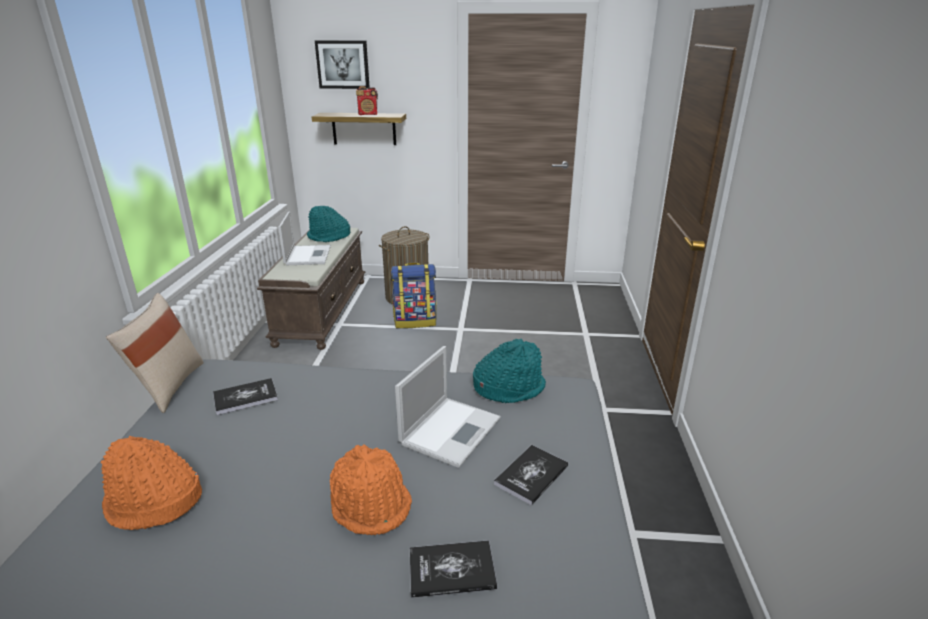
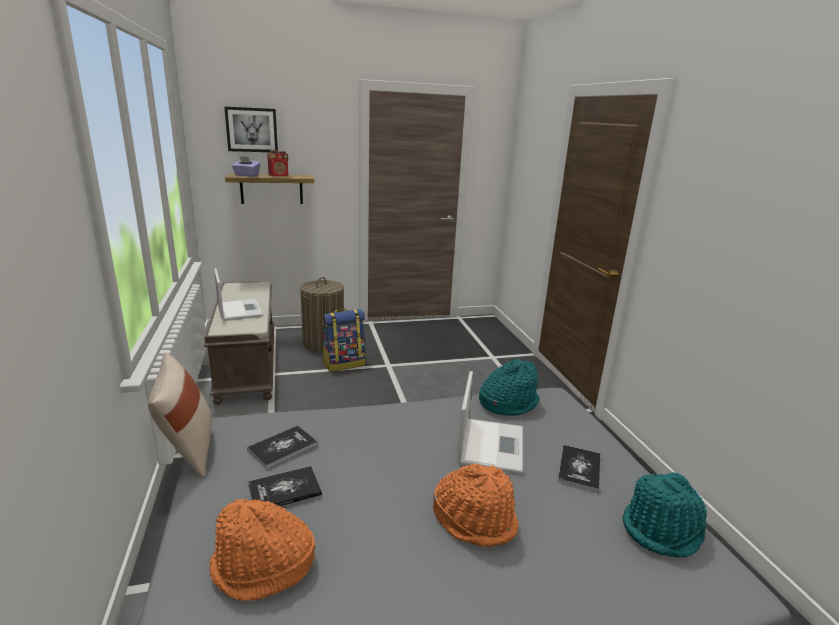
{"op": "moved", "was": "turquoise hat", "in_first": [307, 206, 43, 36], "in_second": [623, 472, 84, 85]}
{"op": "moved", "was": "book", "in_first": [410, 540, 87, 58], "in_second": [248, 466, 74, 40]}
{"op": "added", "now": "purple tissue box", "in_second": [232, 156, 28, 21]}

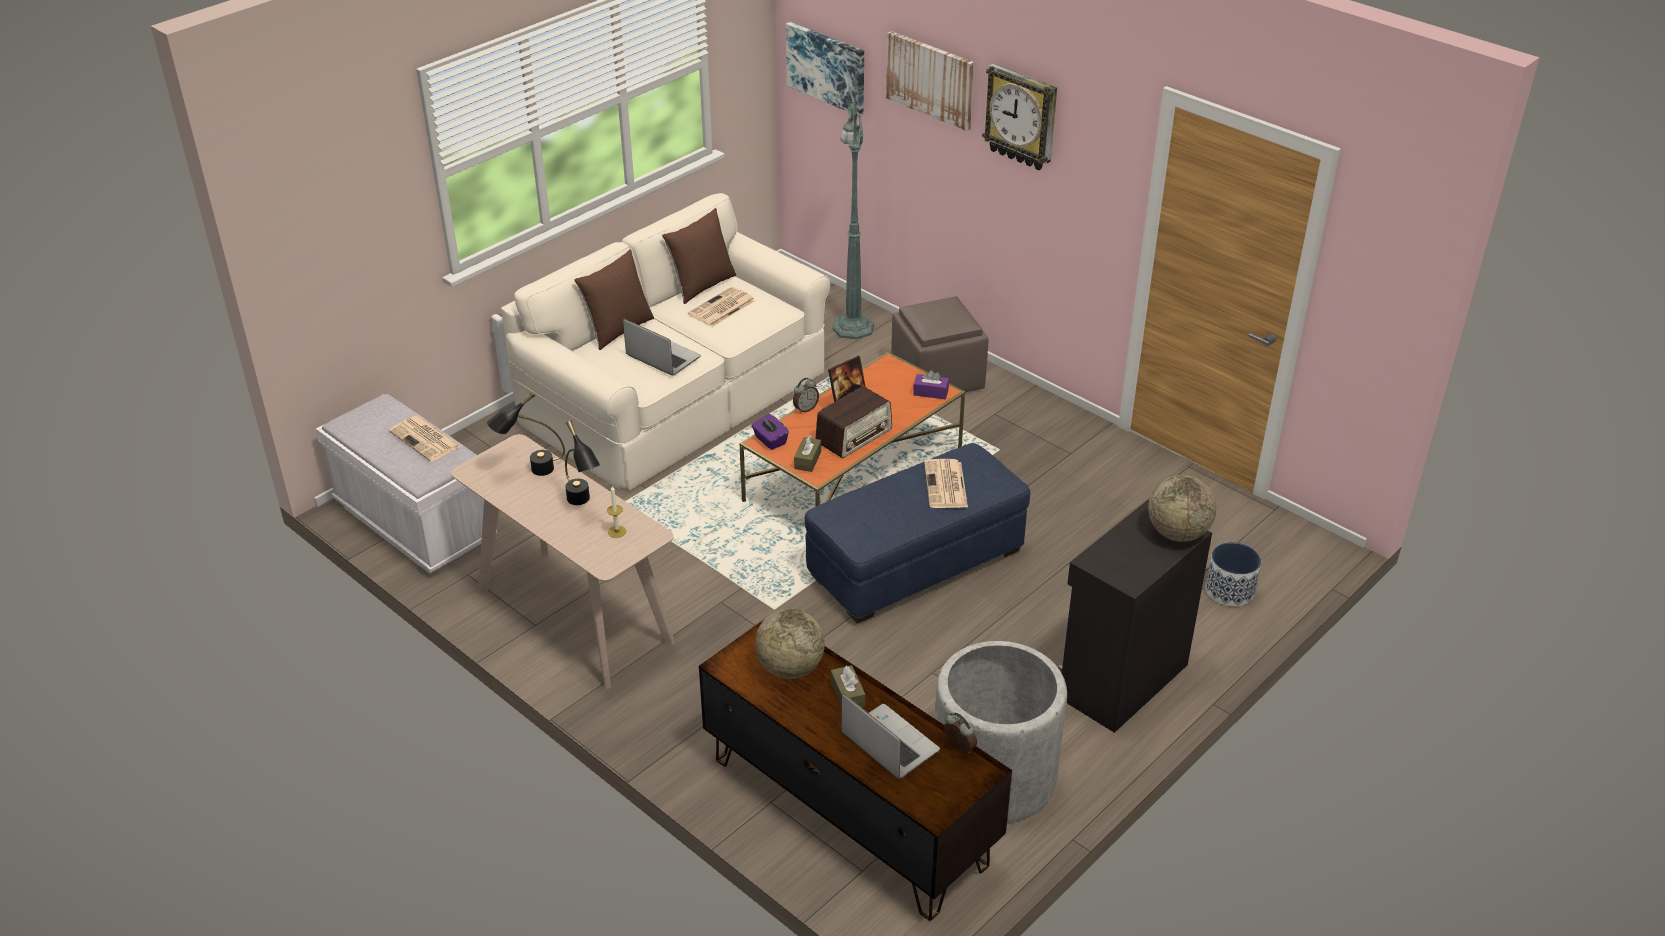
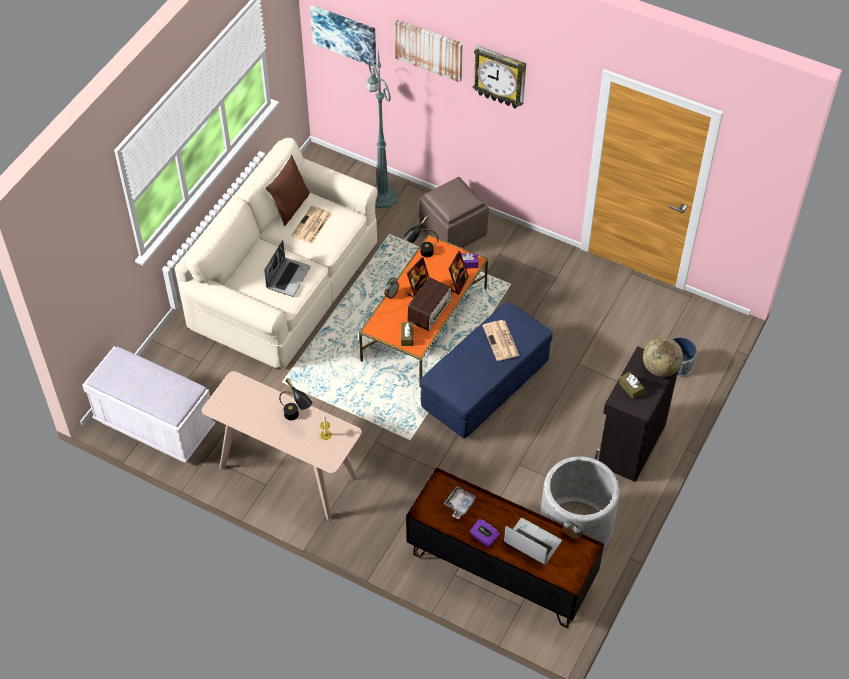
{"op": "removed", "was": "newspaper", "in_first": [389, 416, 72, 46]}
{"op": "moved", "was": "black table lamp", "in_first": [487, 391, 78, 85], "in_second": [403, 216, 36, 41]}
{"op": "removed", "was": "brown pillow", "in_first": [574, 249, 80, 101]}
{"op": "turned", "was": "laptop", "in_first": [623, 319, 78, 57], "in_second": [264, 240, 47, 56], "clockwise": 90}
{"op": "moved", "was": "purple tissue box", "in_first": [751, 414, 38, 36], "in_second": [470, 519, 30, 28]}
{"op": "replaced", "was": "globe", "now": "grey tray", "in_first": [755, 609, 70, 70], "in_second": [444, 486, 33, 33]}
{"op": "moved", "was": "brown tissue box", "in_first": [831, 665, 35, 43], "in_second": [619, 372, 25, 28]}
{"op": "added", "now": "picture frame", "in_second": [448, 251, 21, 44]}

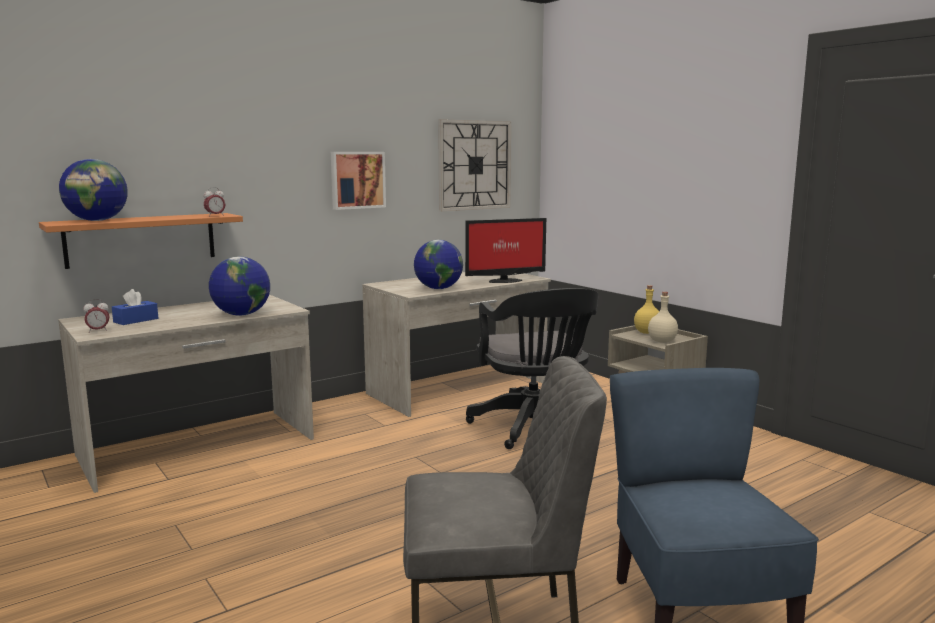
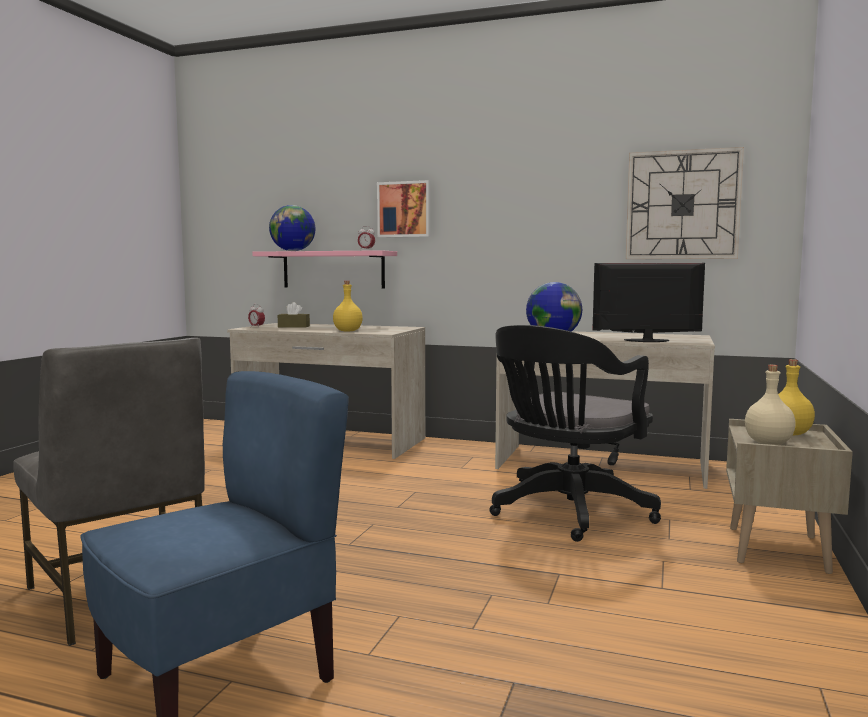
{"op": "recoloured", "was": "orange shelf", "now": "pink shelf", "in_first": [39, 213, 204, 56], "in_second": [252, 250, 145, 38]}
{"op": "recoloured", "was": "blue tissue box", "now": "brown tissue box", "in_first": [112, 289, 46, 36], "in_second": [278, 302, 32, 26]}
{"op": "replaced", "was": "globe", "now": "yellow bottle", "in_first": [209, 257, 61, 59], "in_second": [333, 281, 30, 51]}
{"op": "moved", "was": "picture", "in_first": [331, 152, 55, 58], "in_second": [377, 180, 54, 58]}
{"op": "turned", "was": "monitor", "in_first": [465, 218, 81, 65], "in_second": [592, 263, 113, 79], "clockwise": 150}

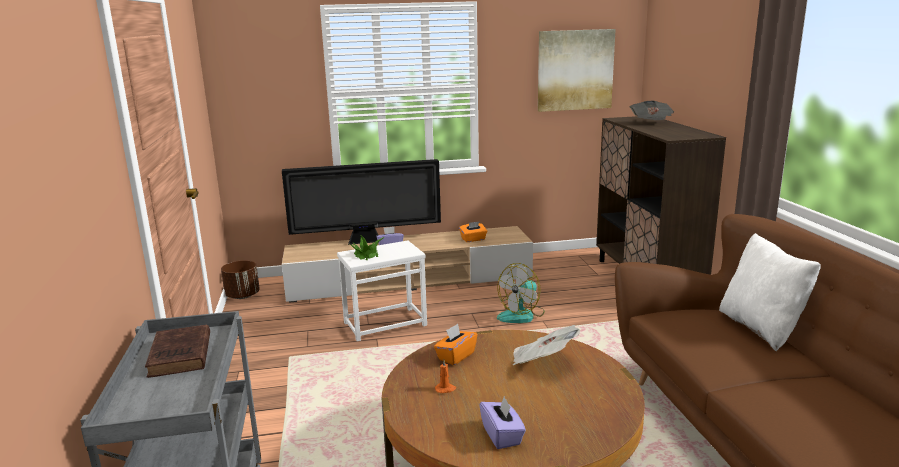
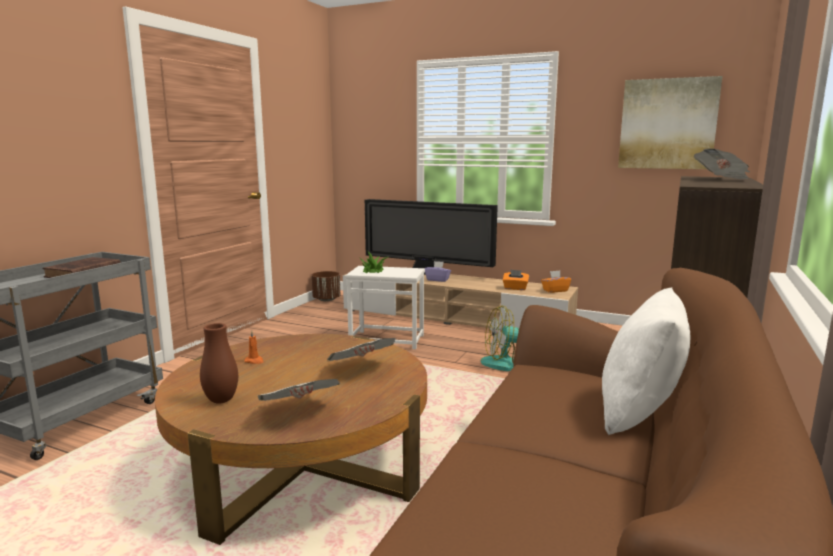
{"op": "moved", "was": "orange tissue box", "in_first": [434, 324, 43, 41], "in_second": [541, 271, 30, 22]}
{"op": "replaced", "was": "purple tissue box", "now": "brown vase", "in_first": [479, 396, 47, 53], "in_second": [200, 323, 38, 81]}
{"op": "added", "now": "newspaper", "in_second": [257, 379, 83, 22]}

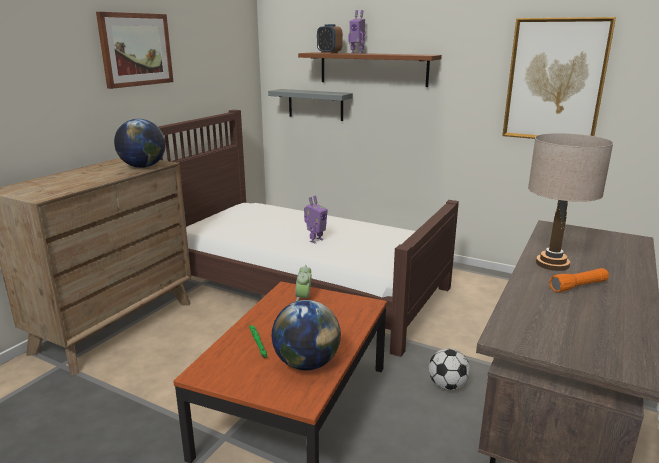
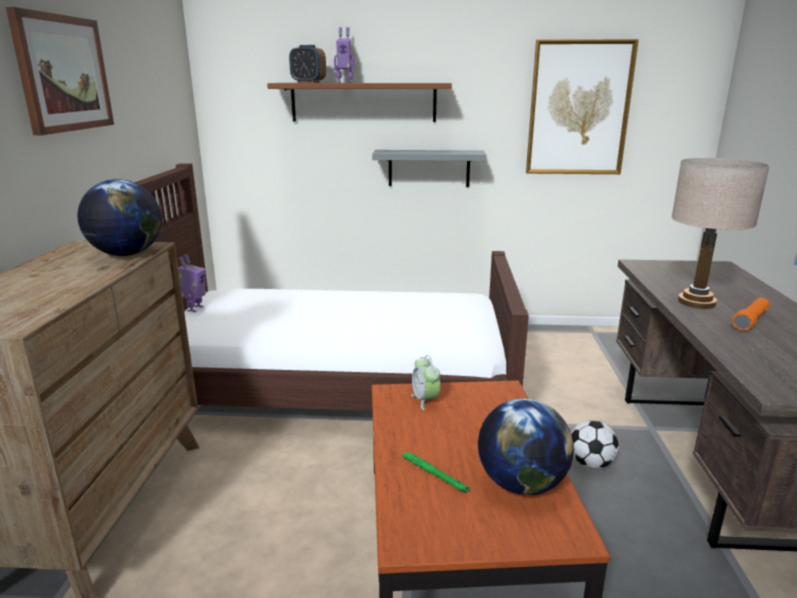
{"op": "moved", "was": "grey shelf", "in_first": [268, 89, 85, 32], "in_second": [372, 150, 115, 37]}
{"op": "moved", "was": "toy robot", "in_first": [304, 195, 24, 49], "in_second": [178, 254, 28, 58]}

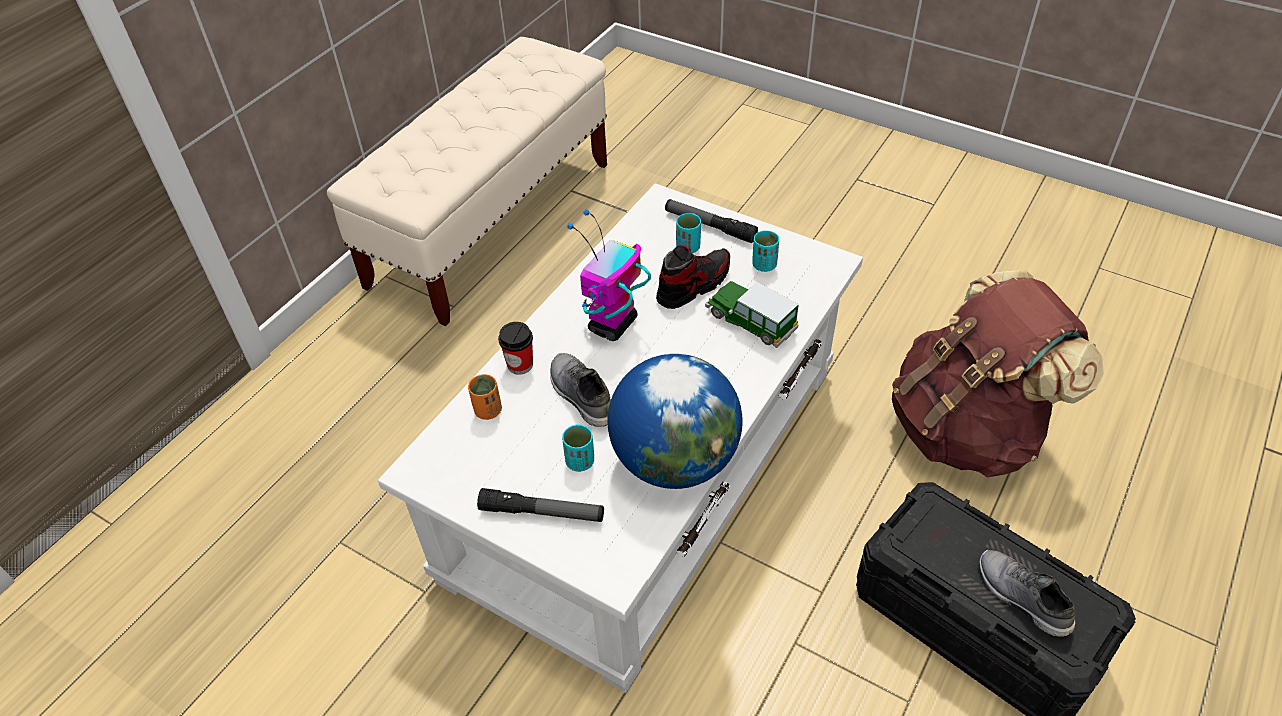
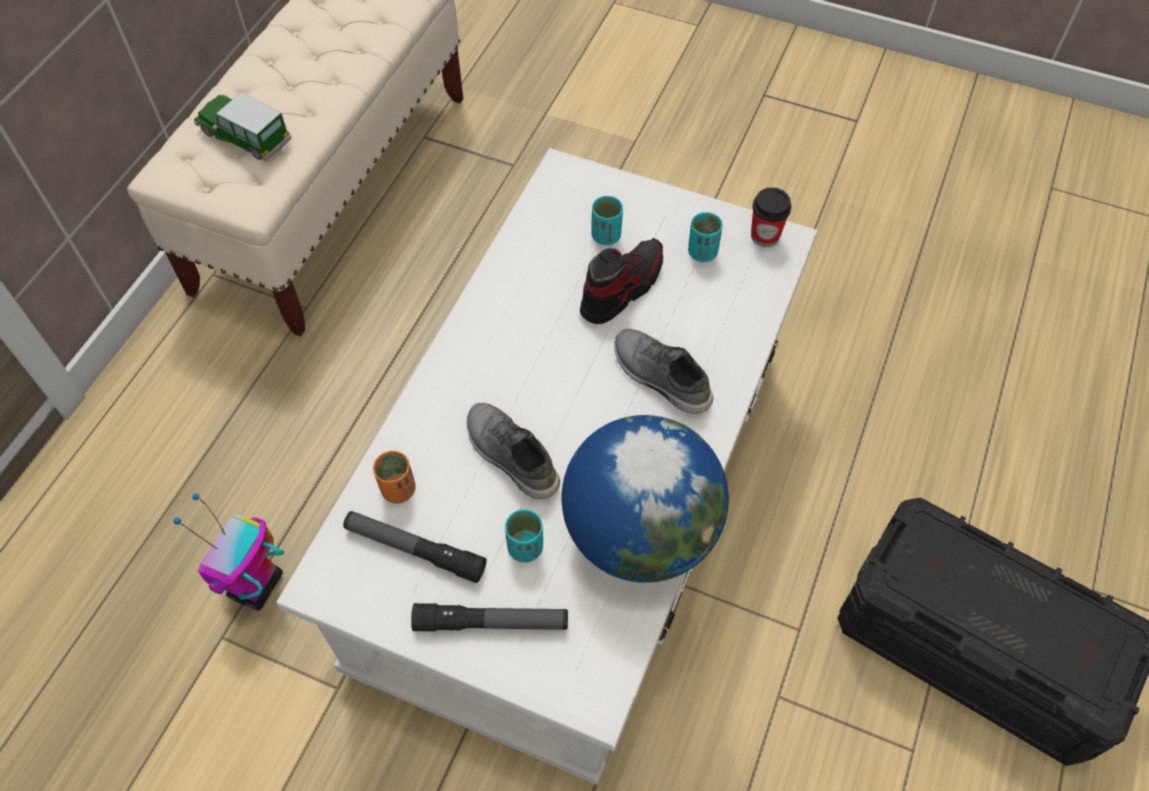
{"op": "moved", "was": "cup", "in_first": [498, 322, 35, 53], "in_second": [751, 187, 41, 60]}
{"op": "moved", "was": "toy robot", "in_first": [567, 209, 84, 132], "in_second": [174, 494, 110, 117]}
{"op": "moved", "was": "flashlight", "in_first": [665, 199, 93, 44], "in_second": [343, 511, 144, 72]}
{"op": "moved", "was": "toy car", "in_first": [705, 281, 94, 67], "in_second": [194, 93, 98, 69]}
{"op": "removed", "was": "brown backpack", "in_first": [892, 271, 212, 207]}
{"op": "moved", "was": "grey shoe", "in_first": [979, 550, 97, 87], "in_second": [614, 329, 99, 85]}

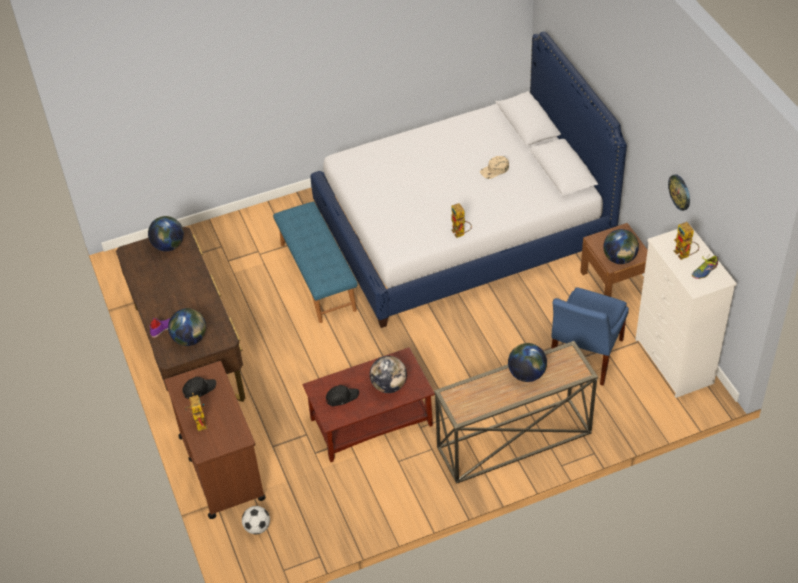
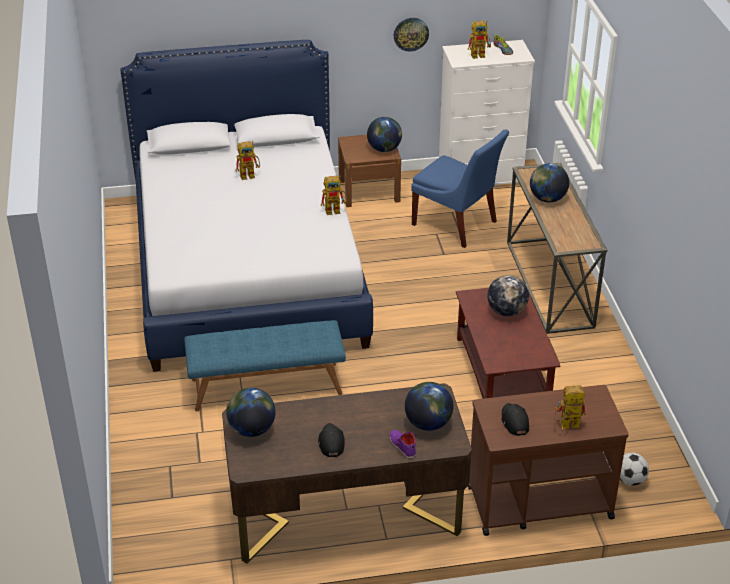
{"op": "moved", "was": "black cap", "in_first": [326, 385, 33, 21], "in_second": [318, 423, 27, 34]}
{"op": "replaced", "was": "beige cap", "now": "toy robot", "in_first": [480, 156, 29, 23], "in_second": [236, 141, 24, 39]}

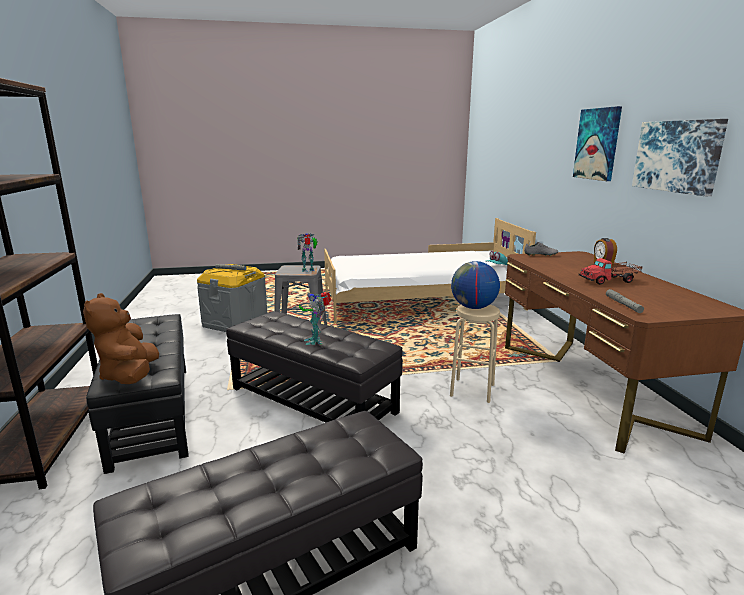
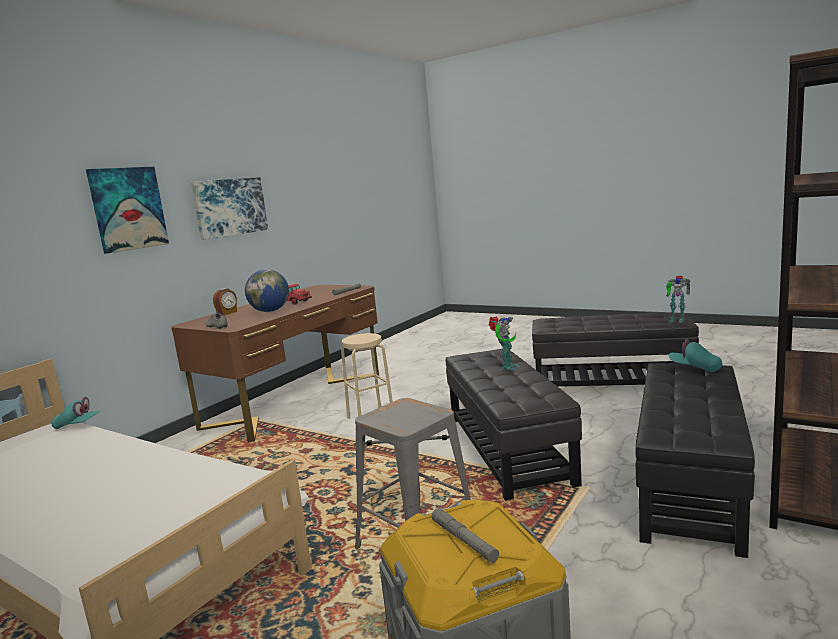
{"op": "replaced", "was": "brown plush toy", "now": "turquoise cap", "in_first": [83, 293, 76, 91], "in_second": [669, 339, 53, 33]}
{"op": "moved", "was": "toy robot", "in_first": [297, 233, 21, 39], "in_second": [666, 275, 25, 48]}
{"op": "moved", "was": "globe", "in_first": [451, 261, 49, 48], "in_second": [245, 269, 44, 43]}

